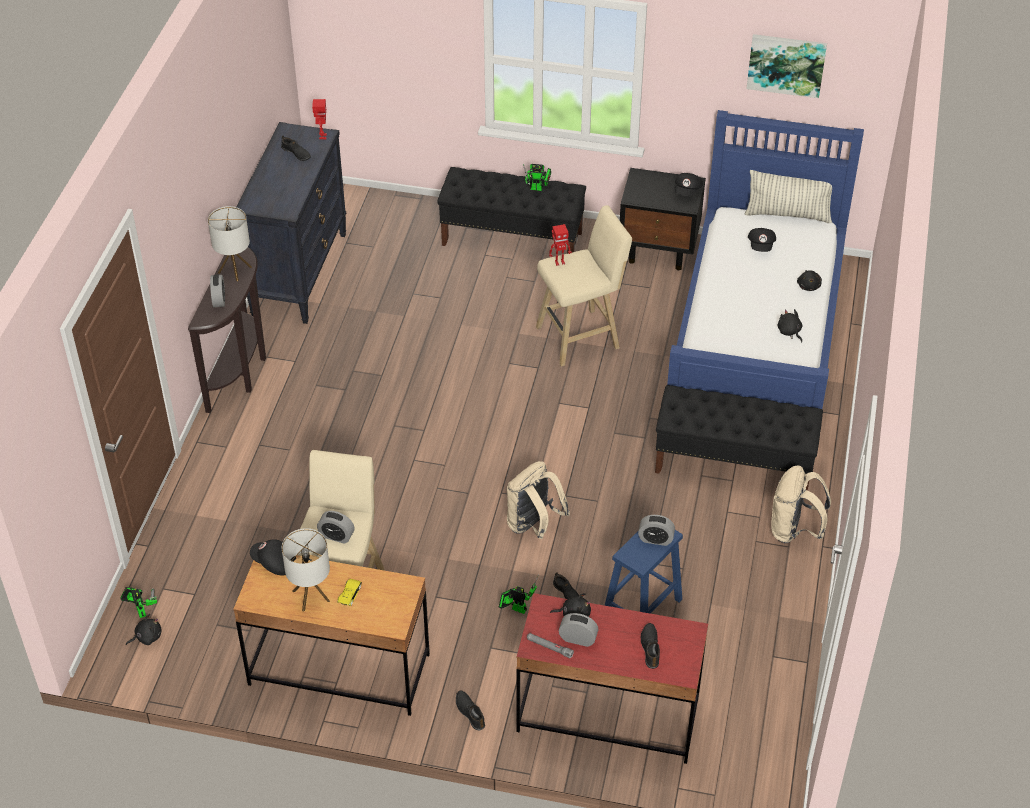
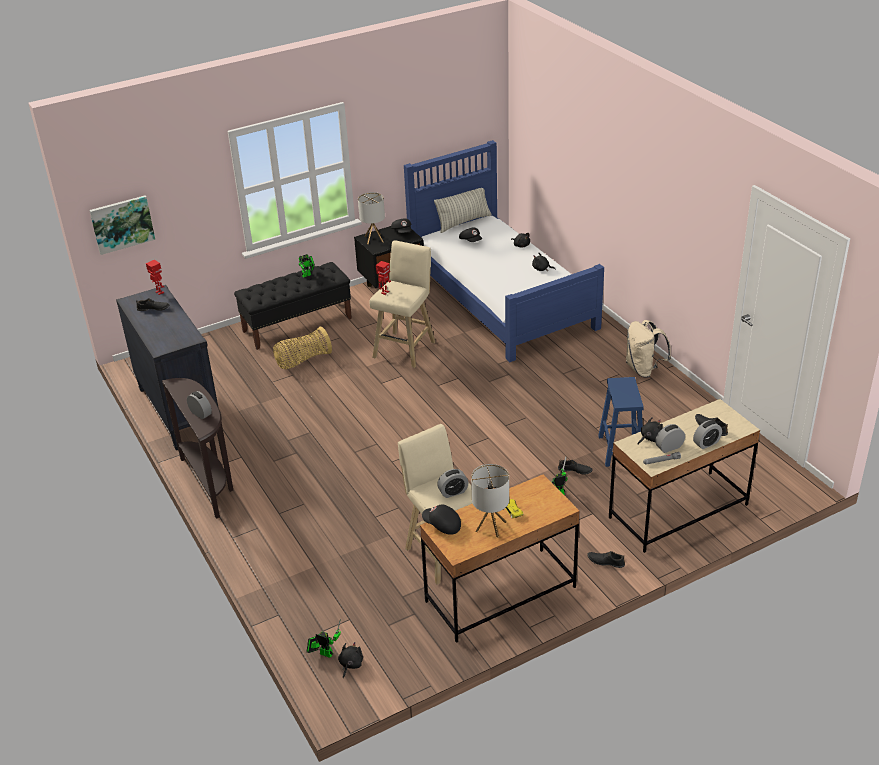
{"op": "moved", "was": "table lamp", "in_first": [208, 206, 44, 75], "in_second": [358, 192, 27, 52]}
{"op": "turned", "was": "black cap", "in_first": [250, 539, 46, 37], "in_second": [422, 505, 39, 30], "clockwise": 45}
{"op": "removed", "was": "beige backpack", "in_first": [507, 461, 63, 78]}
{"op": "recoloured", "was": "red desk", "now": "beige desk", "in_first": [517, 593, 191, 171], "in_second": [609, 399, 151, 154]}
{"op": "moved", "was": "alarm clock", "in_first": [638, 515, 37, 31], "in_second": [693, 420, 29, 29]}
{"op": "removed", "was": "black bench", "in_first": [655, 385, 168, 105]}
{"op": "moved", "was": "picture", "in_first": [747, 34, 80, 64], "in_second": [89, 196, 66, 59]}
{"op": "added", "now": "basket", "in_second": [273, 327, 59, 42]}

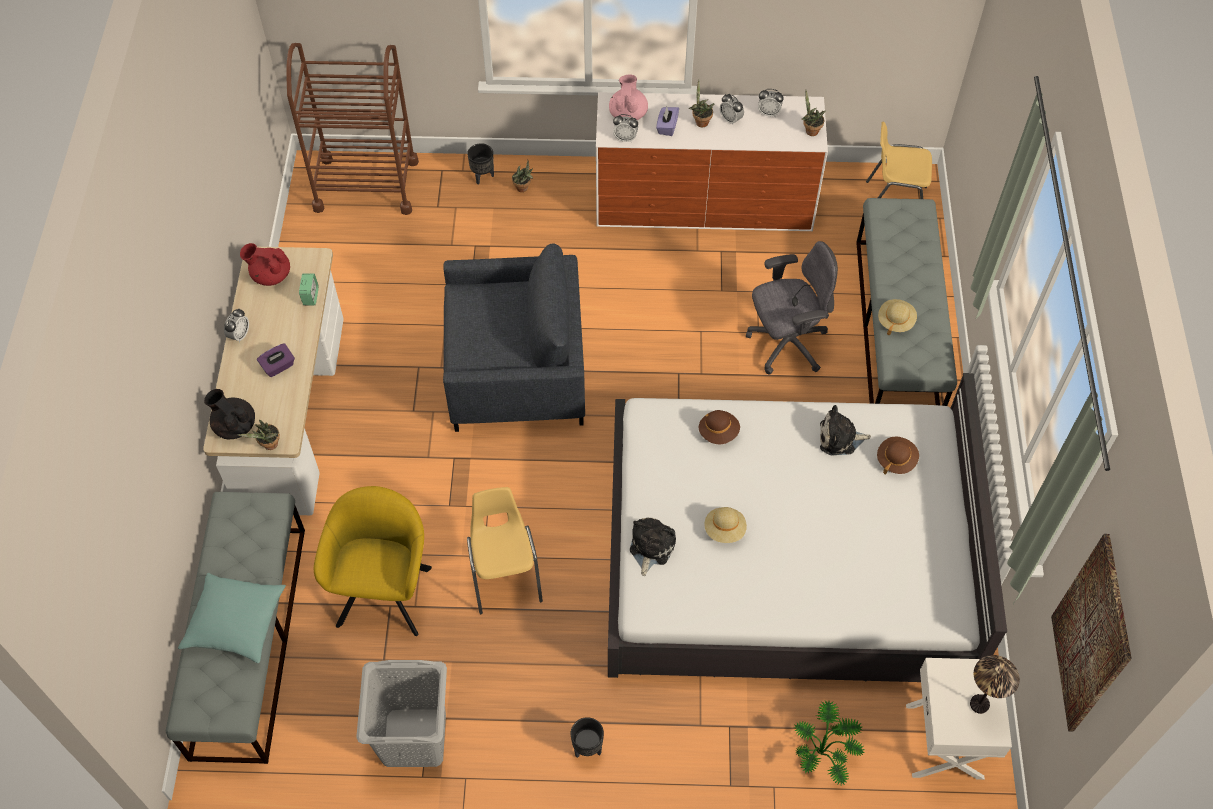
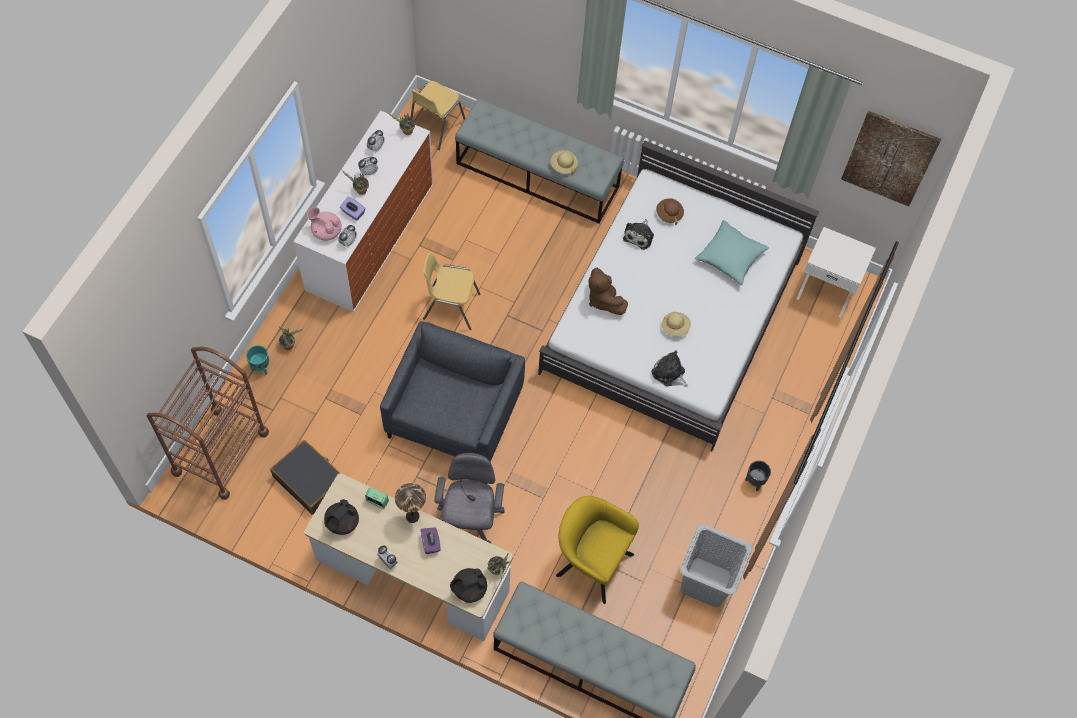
{"op": "moved", "was": "turquoise pillow", "in_first": [178, 573, 108, 90], "in_second": [695, 220, 74, 65]}
{"op": "recoloured", "was": "red teapot", "now": "black teapot", "in_first": [240, 243, 50, 43], "in_second": [324, 499, 35, 36]}
{"op": "recoloured", "was": "black planter", "now": "turquoise planter", "in_first": [467, 143, 27, 42], "in_second": [246, 345, 23, 30]}
{"op": "moved", "was": "yellow chair", "in_first": [467, 487, 76, 127], "in_second": [423, 252, 57, 78]}
{"op": "replaced", "was": "brown hat", "now": "brown plush toy", "in_first": [699, 410, 41, 34], "in_second": [589, 268, 39, 47]}
{"op": "moved", "was": "grey office chair", "in_first": [746, 241, 92, 133], "in_second": [434, 453, 71, 91]}
{"op": "removed", "was": "potted plant", "in_first": [794, 701, 71, 84]}
{"op": "moved", "was": "table lamp", "in_first": [970, 655, 50, 59], "in_second": [395, 483, 31, 40]}
{"op": "added", "now": "black suitcase", "in_second": [270, 440, 70, 75]}

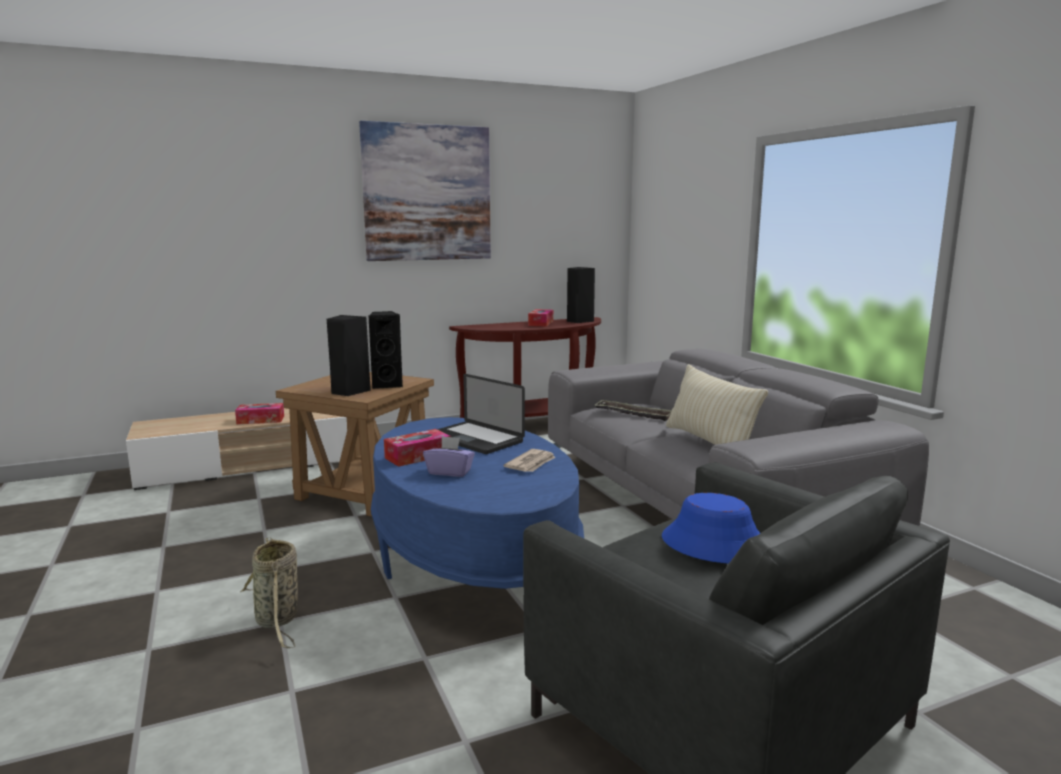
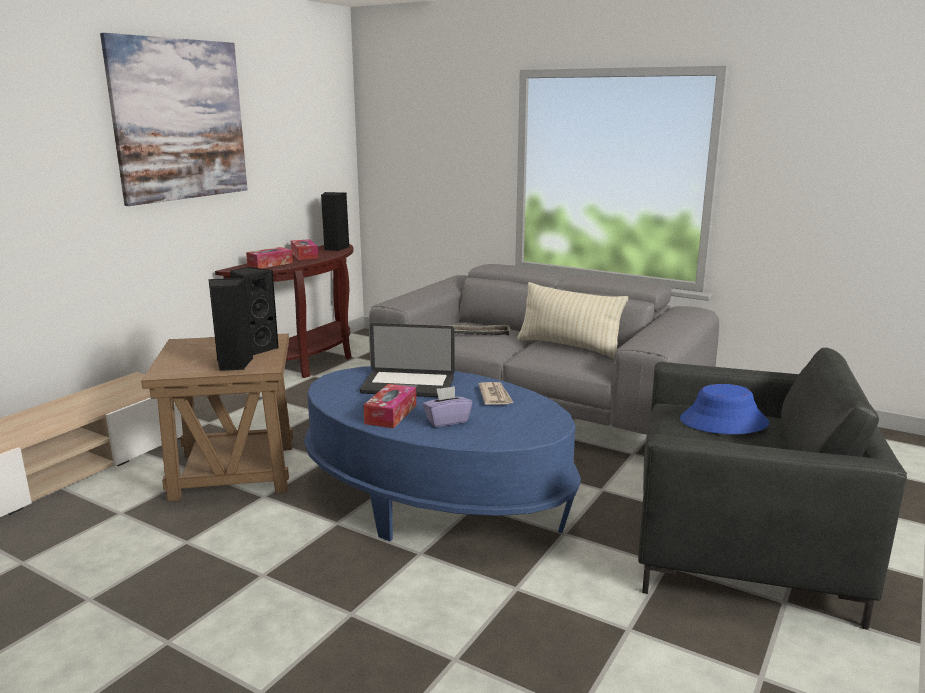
{"op": "moved", "was": "tissue box", "in_first": [235, 403, 49, 21], "in_second": [246, 247, 47, 22]}
{"op": "removed", "was": "basket", "in_first": [240, 537, 58, 111]}

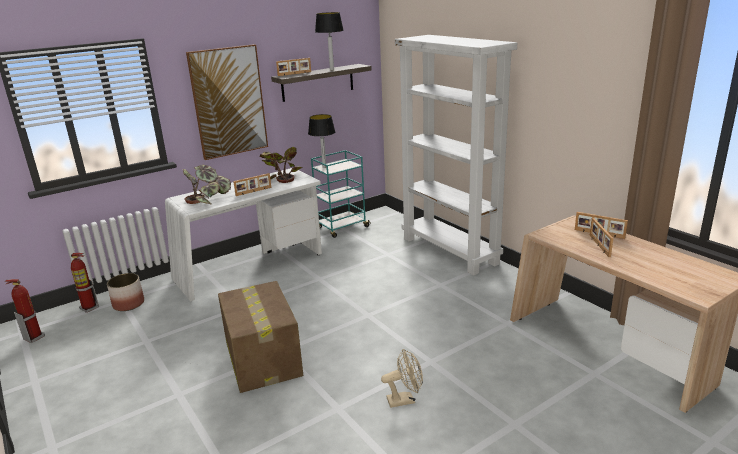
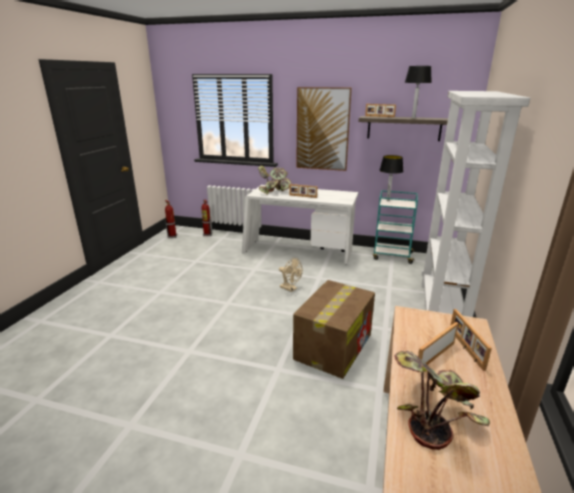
{"op": "removed", "was": "planter", "in_first": [107, 273, 37, 38]}
{"op": "moved", "was": "cardboard box", "in_first": [218, 281, 85, 112], "in_second": [293, 280, 82, 99]}
{"op": "moved", "was": "potted plant", "in_first": [259, 147, 44, 36], "in_second": [395, 351, 95, 99]}
{"op": "moved", "was": "beige fan", "in_first": [381, 349, 42, 59], "in_second": [279, 258, 24, 34]}

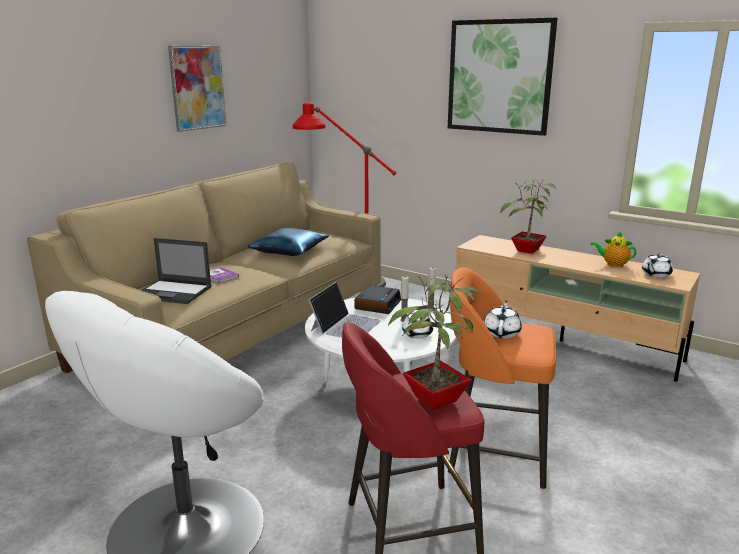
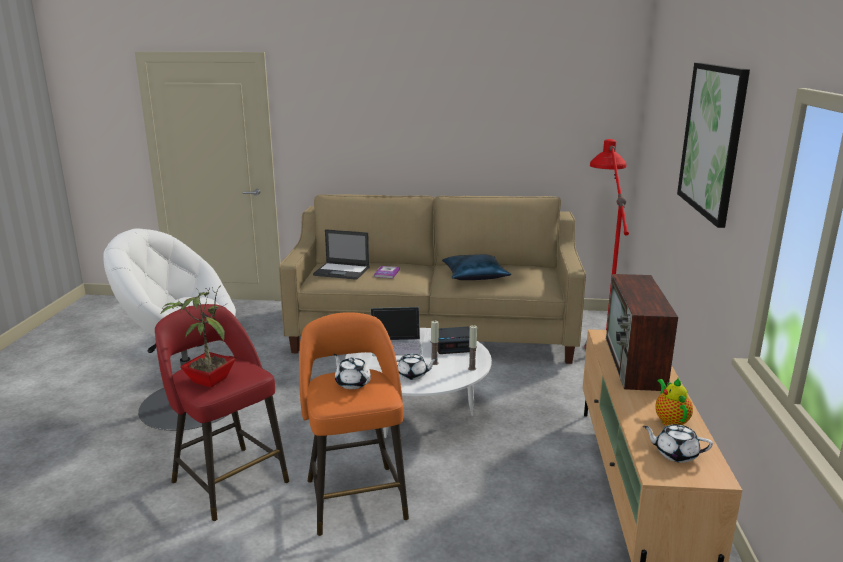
{"op": "turned", "was": "laptop", "in_first": [141, 238, 71, 66], "in_second": [313, 229, 56, 51], "clockwise": -60}
{"op": "removed", "was": "picture", "in_first": [168, 46, 58, 86]}
{"op": "turned", "was": "white teapot", "in_first": [484, 300, 38, 38], "in_second": [334, 354, 37, 35], "clockwise": -120}
{"op": "replaced", "was": "potted plant", "now": "television", "in_first": [500, 179, 56, 75], "in_second": [606, 274, 72, 117]}

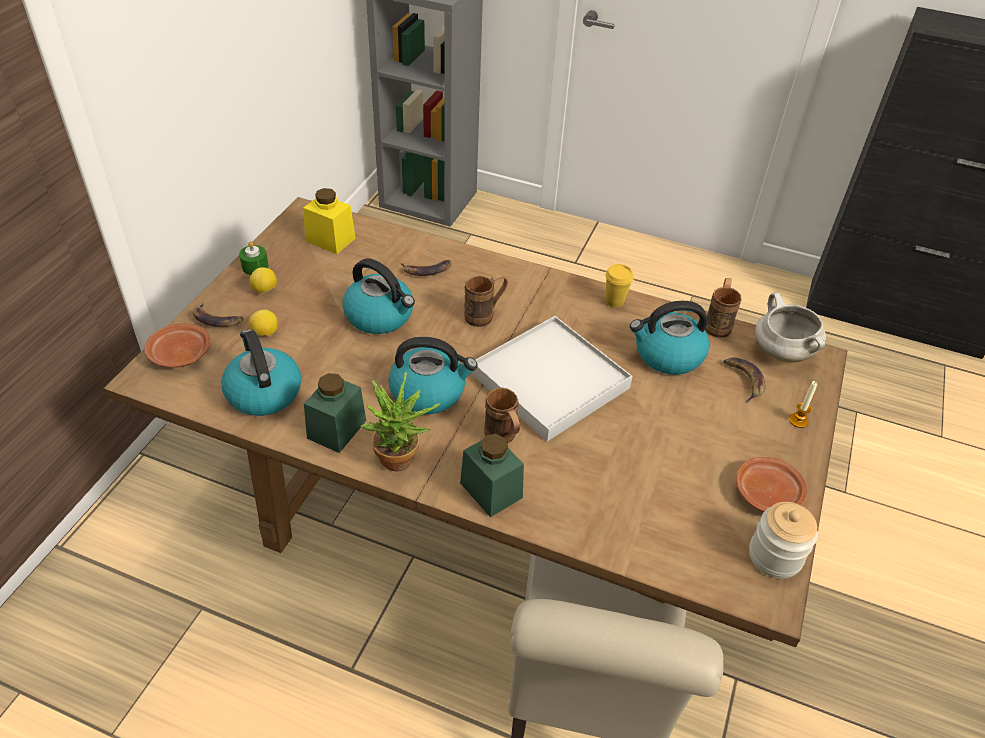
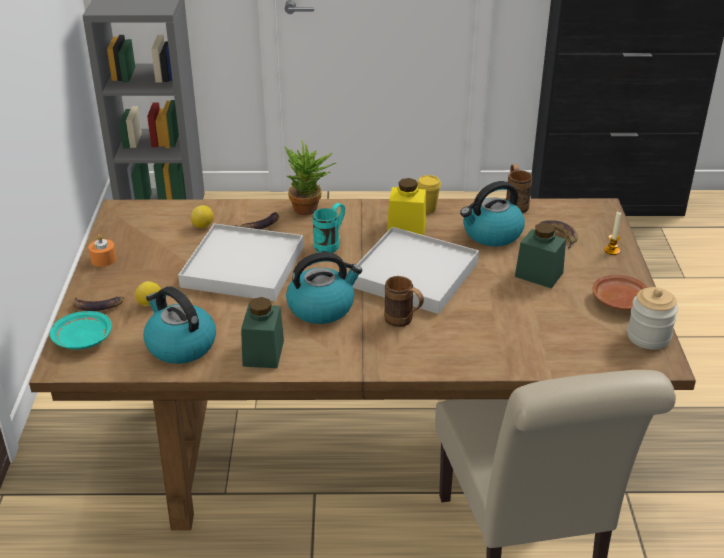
{"op": "recoloured", "was": "brown plate", "now": "turquoise plate", "in_first": [144, 323, 67, 45], "in_second": [50, 311, 62, 38]}
{"op": "recoloured", "was": "green candle", "now": "orange candle", "in_first": [239, 241, 30, 34], "in_second": [89, 234, 28, 33]}
{"op": "moved", "was": "lemon", "in_first": [249, 267, 28, 26], "in_second": [191, 205, 23, 23]}
{"op": "moved", "was": "yellow jar", "in_first": [303, 188, 52, 66], "in_second": [387, 178, 39, 57]}
{"op": "replaced", "was": "kettle", "now": "white tray", "in_first": [342, 258, 73, 76], "in_second": [178, 223, 125, 78]}
{"op": "moved", "was": "potted plant", "in_first": [361, 372, 79, 100], "in_second": [285, 140, 52, 75]}
{"op": "moved", "was": "green jar", "in_first": [460, 434, 64, 83], "in_second": [515, 223, 51, 65]}
{"op": "recoloured", "was": "brown mug", "now": "turquoise mug", "in_first": [464, 274, 44, 53], "in_second": [312, 203, 33, 50]}
{"op": "removed", "was": "white cooking pot", "in_first": [755, 293, 71, 69]}

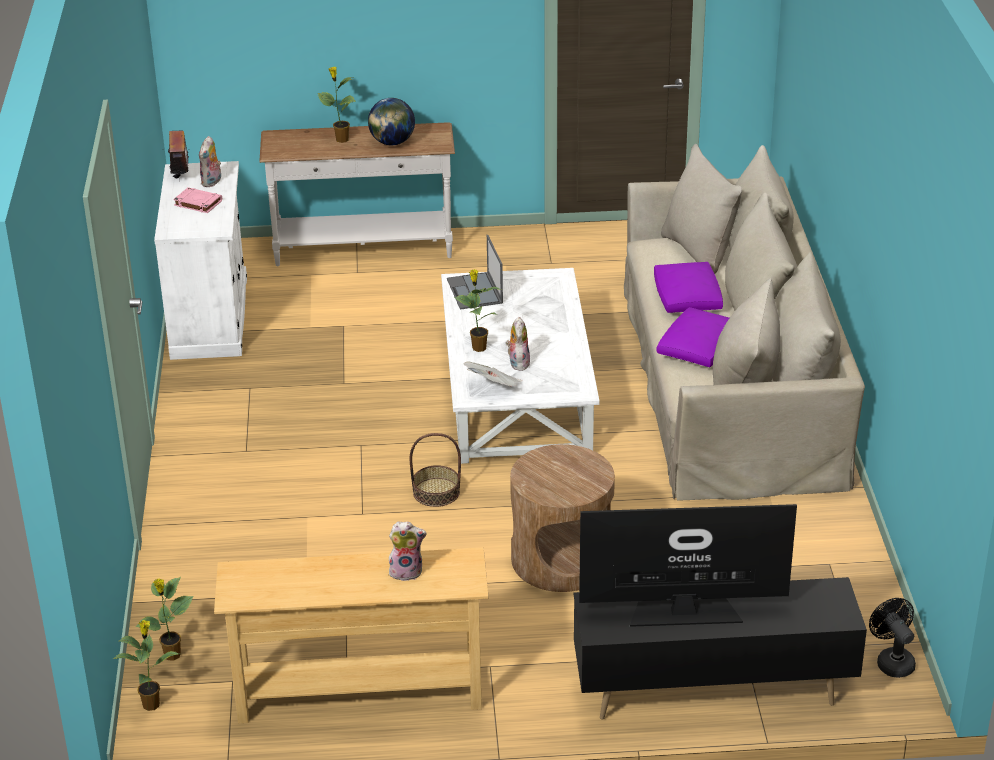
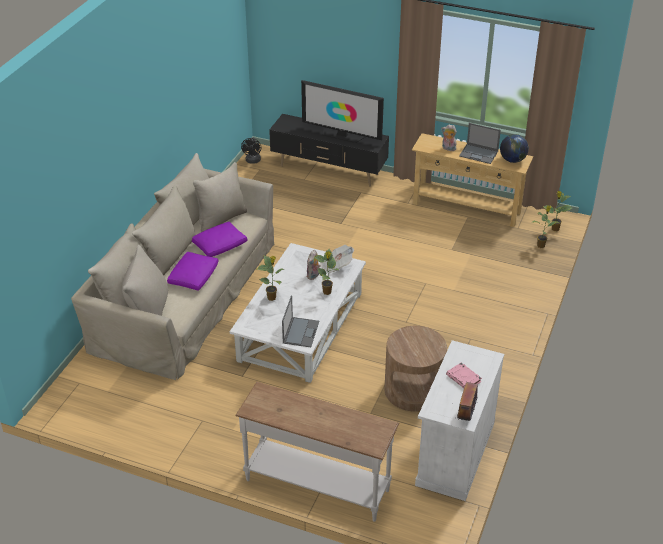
{"op": "removed", "was": "plush toy", "in_first": [199, 136, 22, 51]}
{"op": "moved", "was": "potted plant", "in_first": [318, 67, 38, 76], "in_second": [257, 256, 27, 45]}
{"op": "moved", "was": "globe", "in_first": [368, 98, 47, 48], "in_second": [500, 134, 29, 29]}
{"op": "removed", "was": "basket", "in_first": [410, 433, 51, 74]}
{"op": "moved", "was": "brown side table", "in_first": [510, 444, 105, 148], "in_second": [384, 326, 63, 86]}
{"op": "added", "now": "laptop", "in_second": [459, 123, 42, 41]}

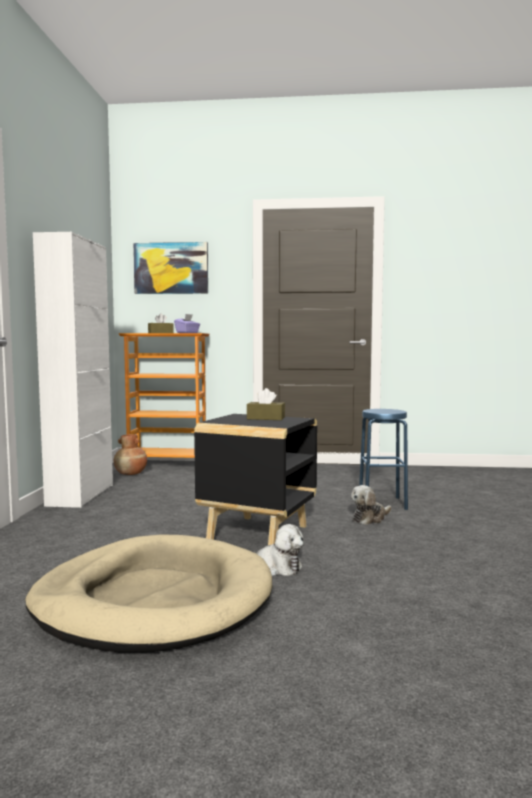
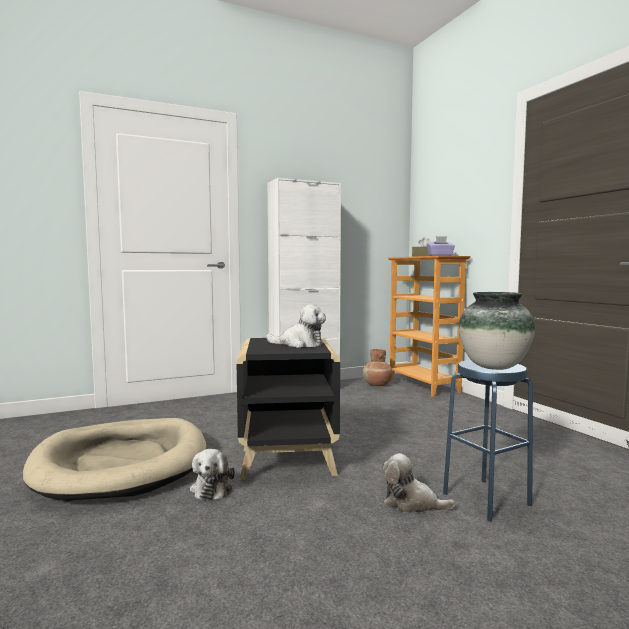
{"op": "removed", "was": "picture", "in_first": [133, 242, 75, 52]}
{"op": "replaced", "was": "brown tissue box", "now": "plush toy", "in_first": [247, 388, 38, 32], "in_second": [266, 304, 60, 44]}
{"op": "added", "now": "vase", "in_second": [459, 292, 76, 78]}

